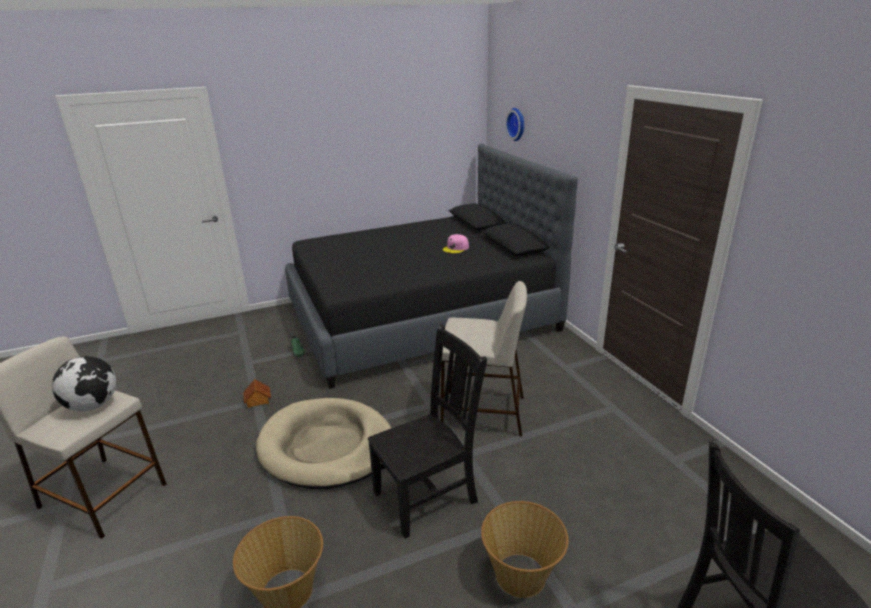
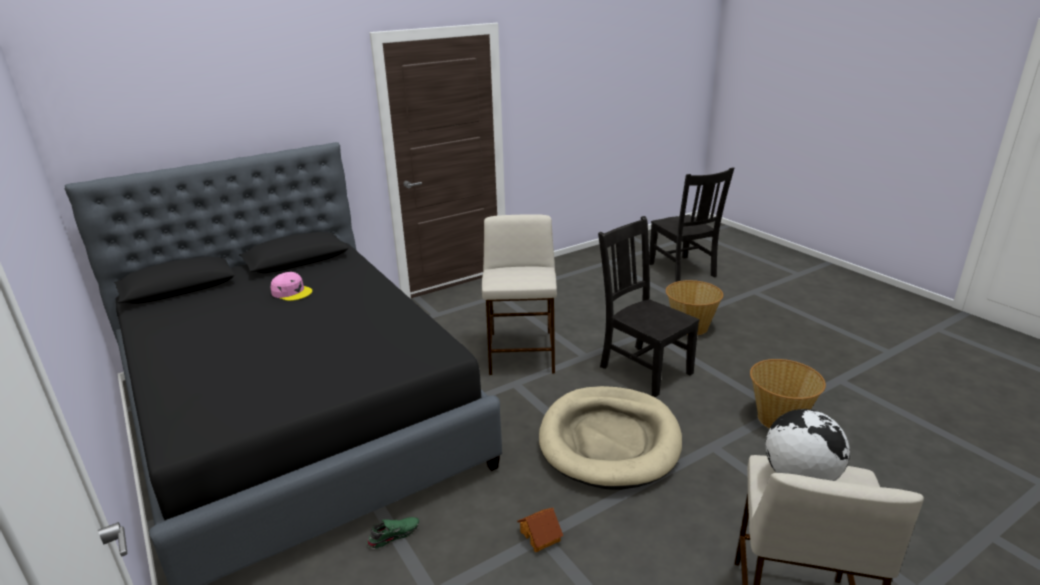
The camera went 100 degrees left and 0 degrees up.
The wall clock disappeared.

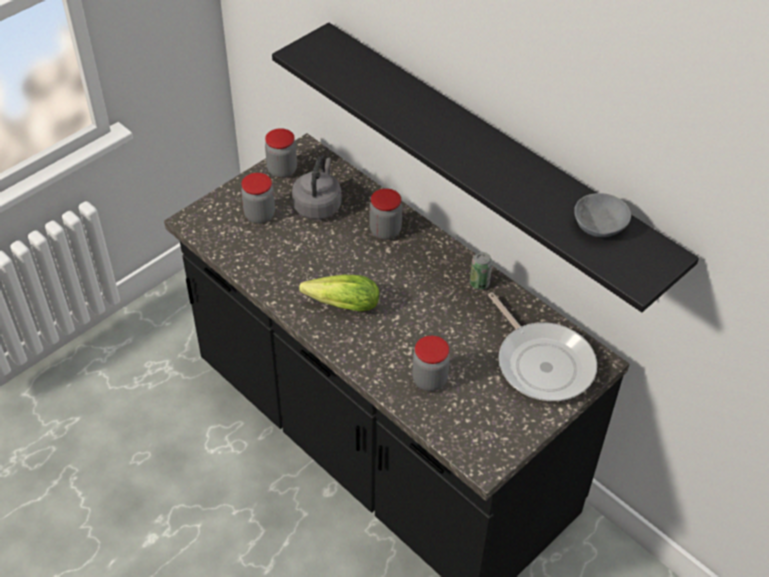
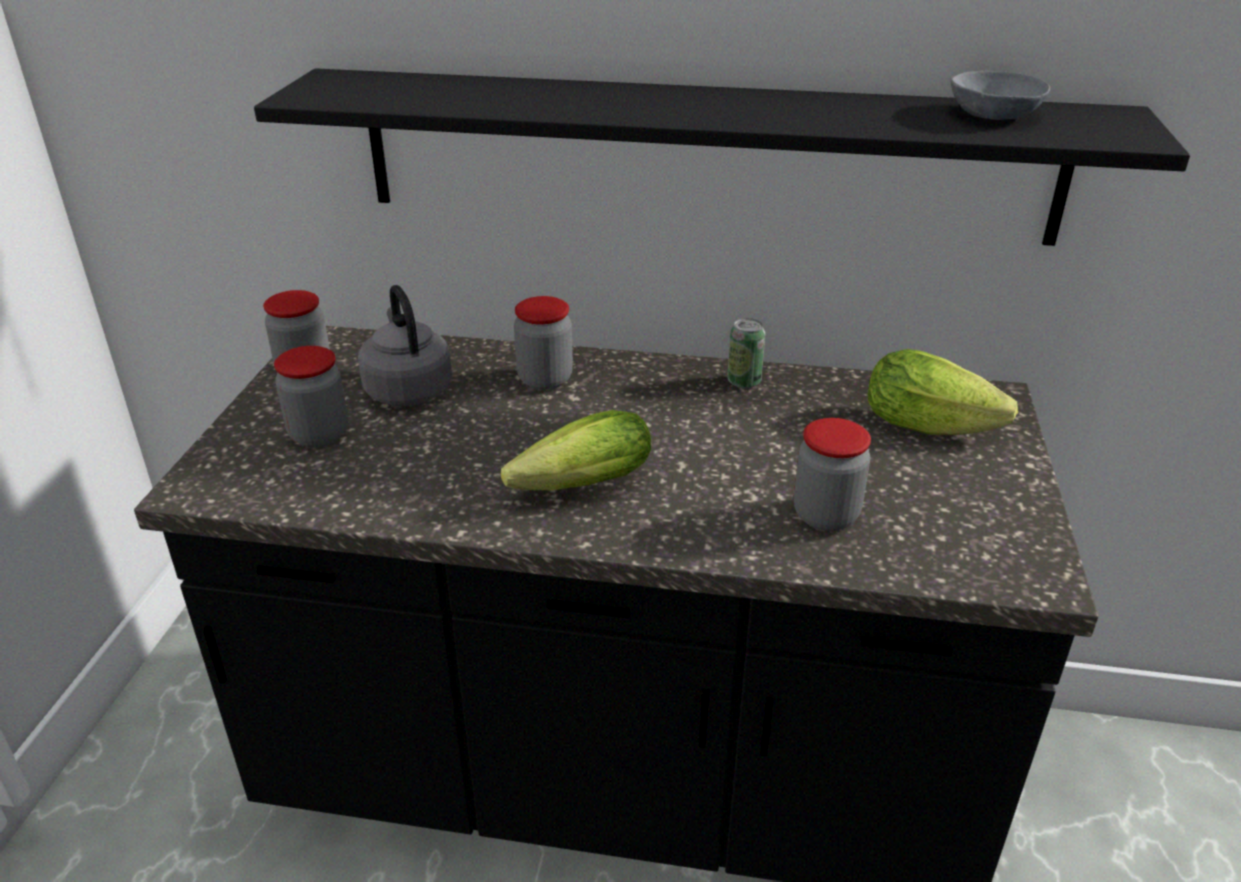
The camera went 35 degrees left and 15 degrees down.
The frying pan was replaced by the lettuce (no. 2 from left).

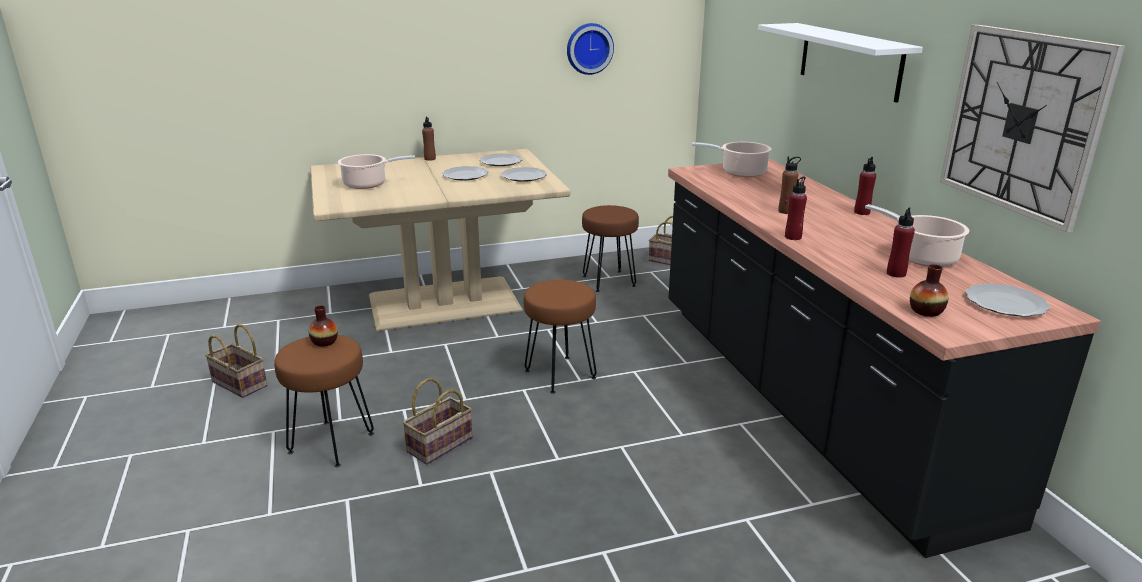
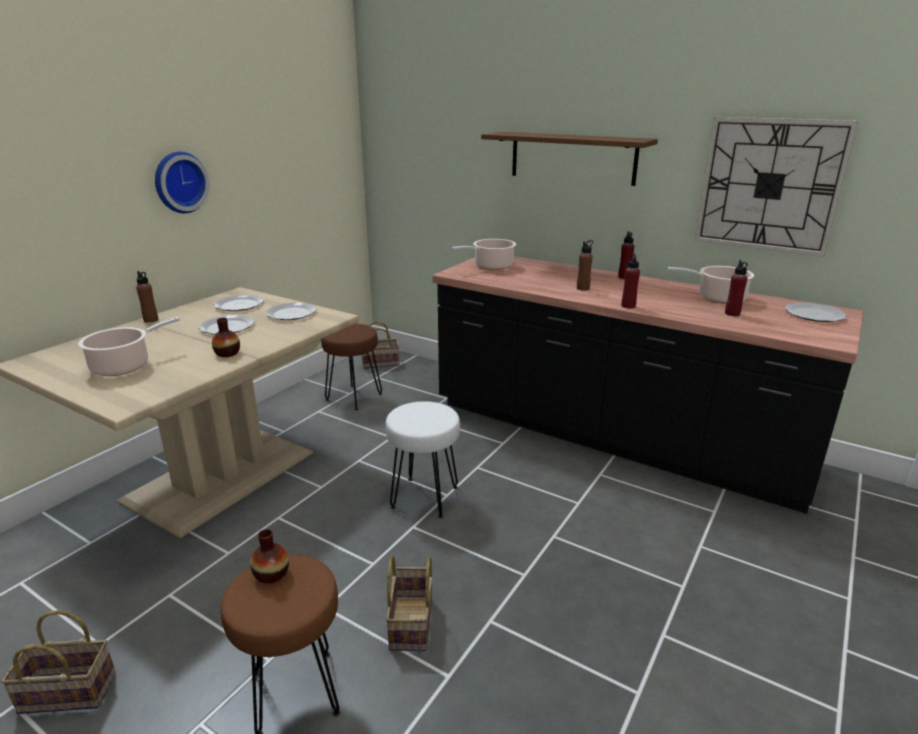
The camera went 40 degrees left and 0 degrees up.
The stool/brown (no. 2 from left) became the stool/white.
The wall clock (no. 1 from left) moved.
The shelf/white became the shelf/brown.
The vase (no. 2 from left in the first image) moved.

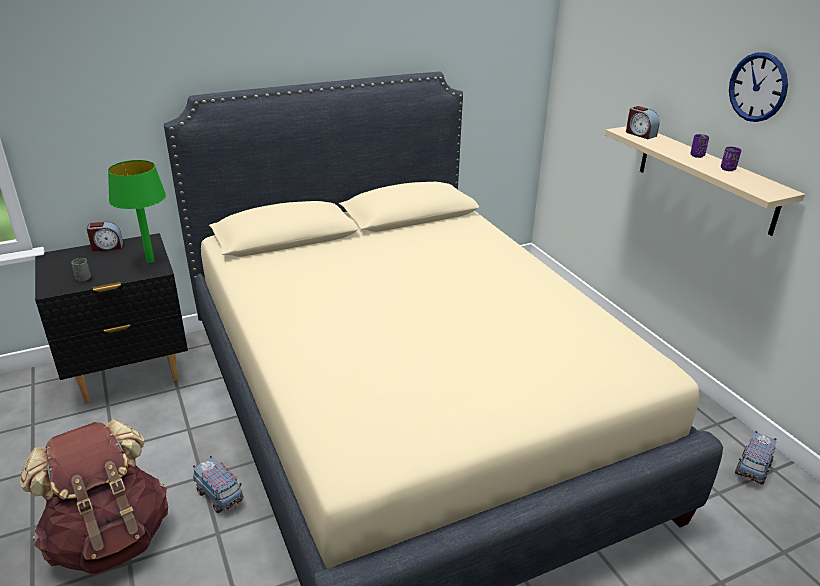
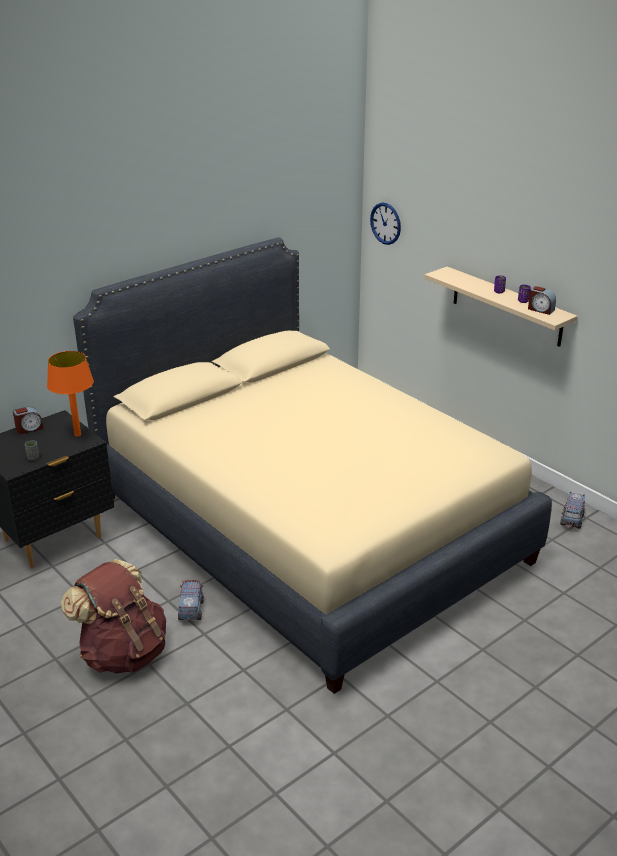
The camera went 15 degrees left and 0 degrees up.
The table lamp/green became the table lamp/orange.
The toy truck (no. 1 from left) turned 120 degrees counterclockwise.
The alarm clock (no. 2 from left) moved.
The wall clock moved.

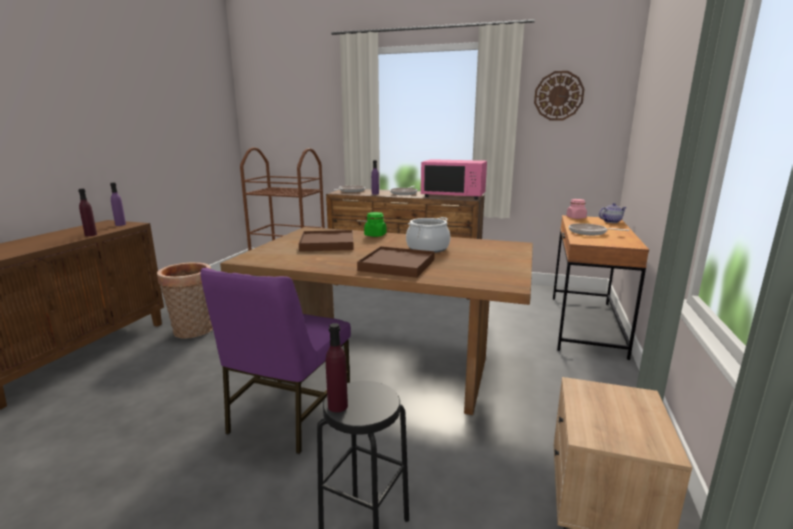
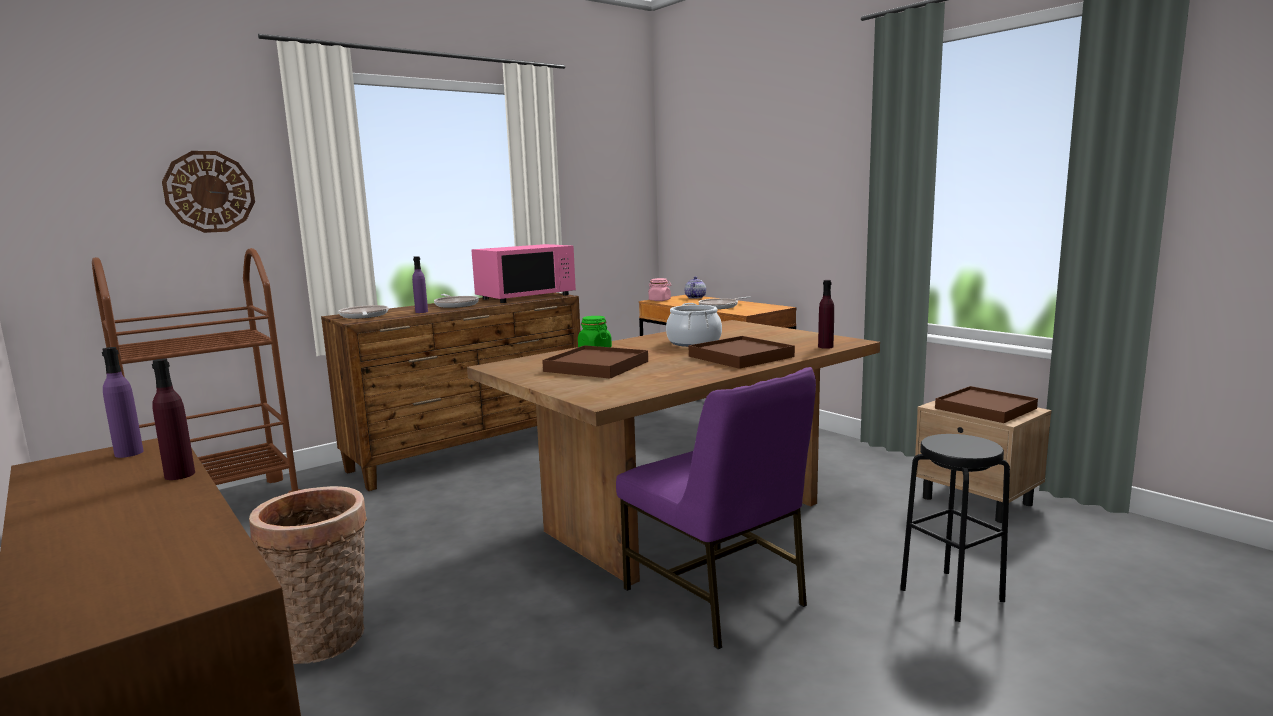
The camera went 55 degrees left and 5 degrees down.
The bottle/purple (no. 3 from left in the first image) moved.
The wall clock moved.
The tray/brown (no. 3 from left) appeared.

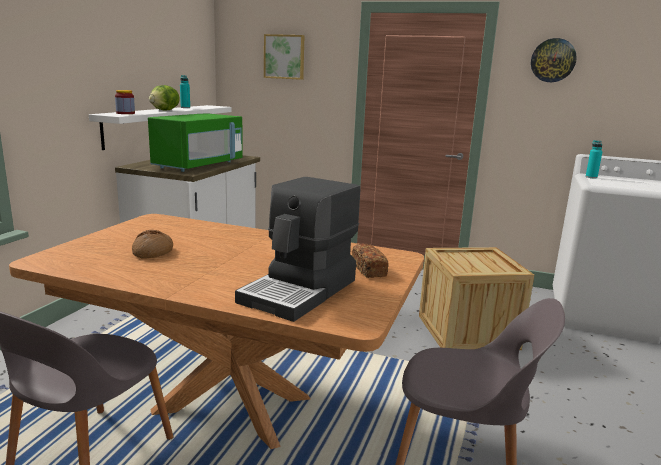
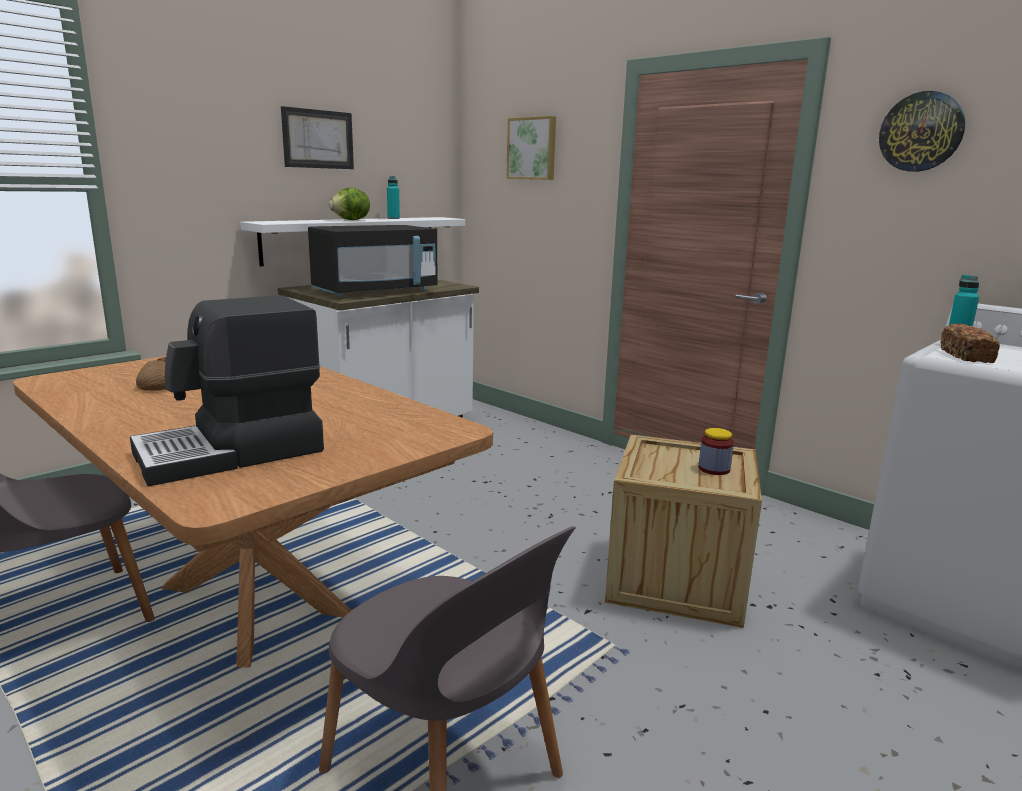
The camera went 25 degrees right and 0 degrees up.
The jar moved.
The microwave/green became the microwave/black.
The bread (no. 2 from left) moved.
The picture (no. 1 from left) appeared.

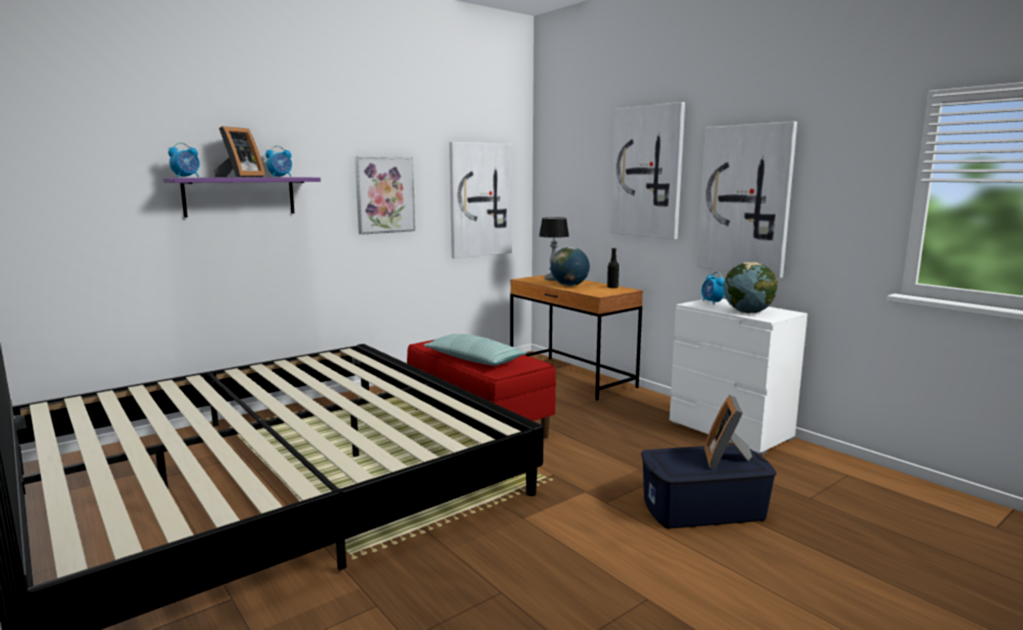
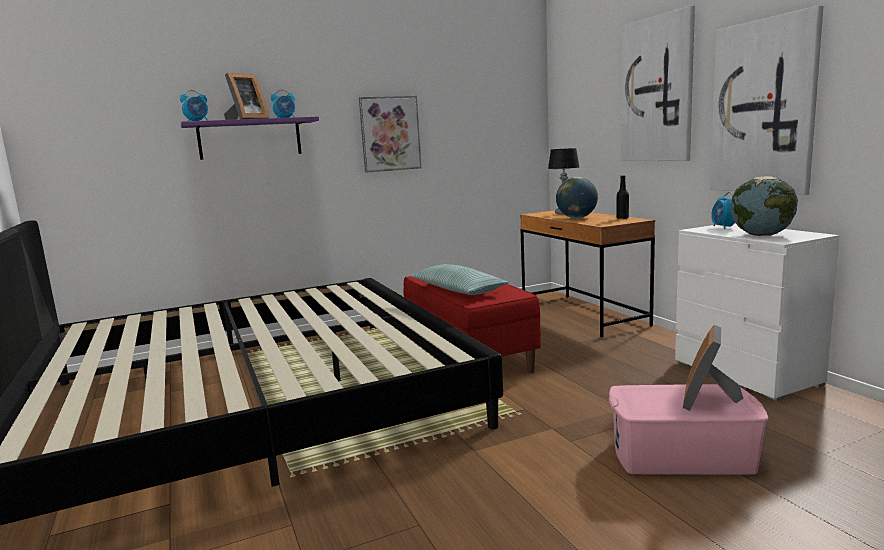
The camera went 15 degrees right and 0 degrees up.
The picture (no. 2 from left) disappeared.
The storage box/blue became the storage box/pink.

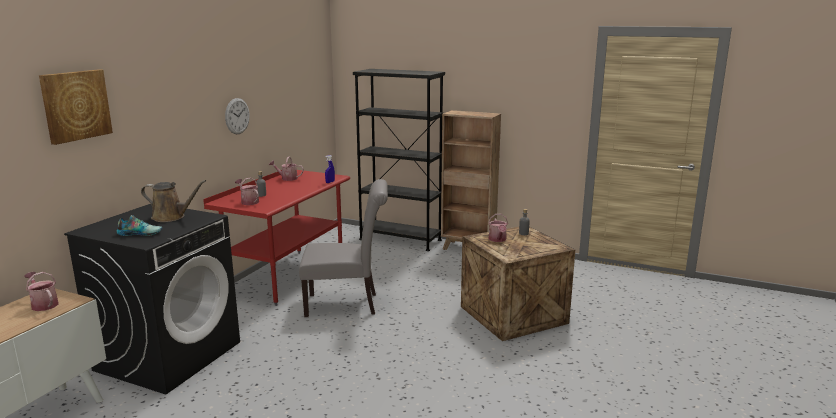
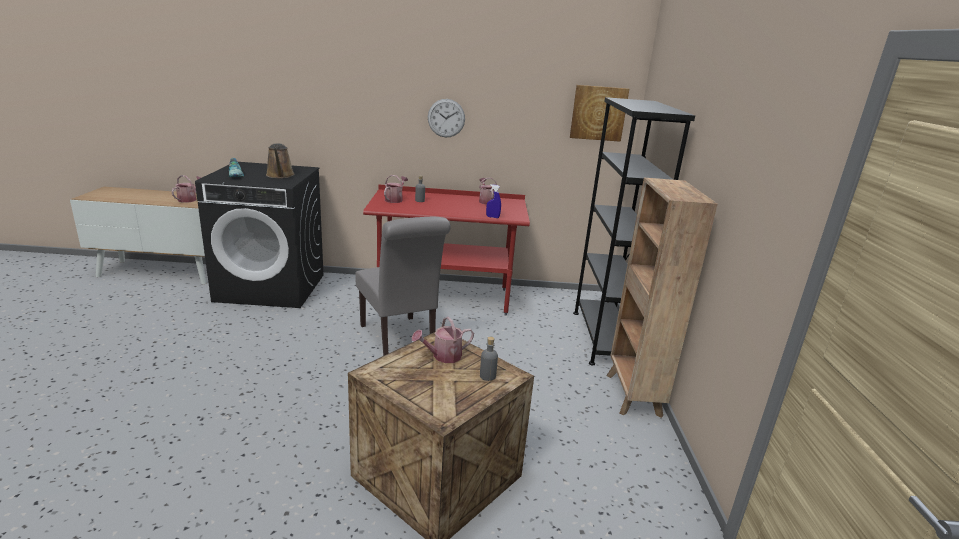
The camera went 65 degrees right and 5 degrees up.
The picture moved.

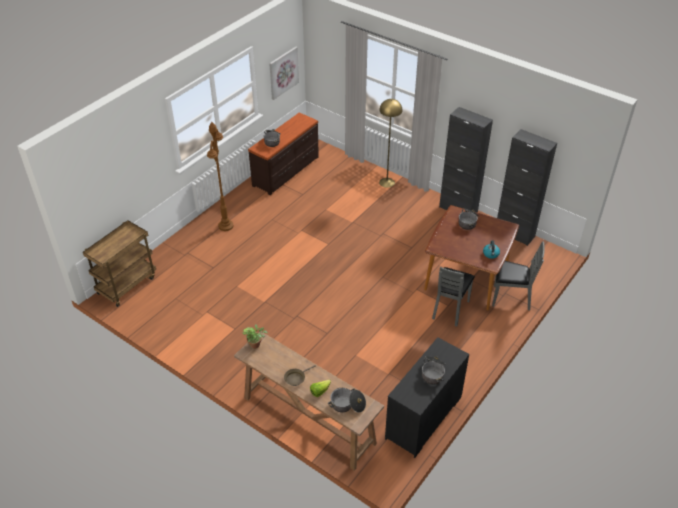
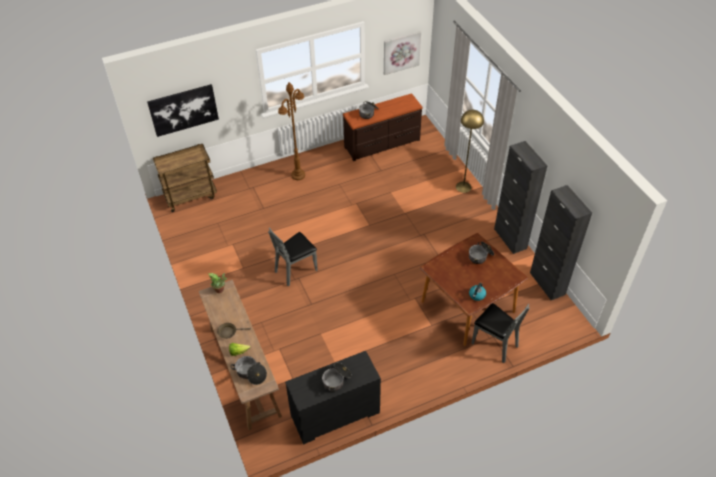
The camera went 30 degrees right and 5 degrees up.
The chair/grey (no. 1 from left) moved.
The picture (no. 1 from left) appeared.

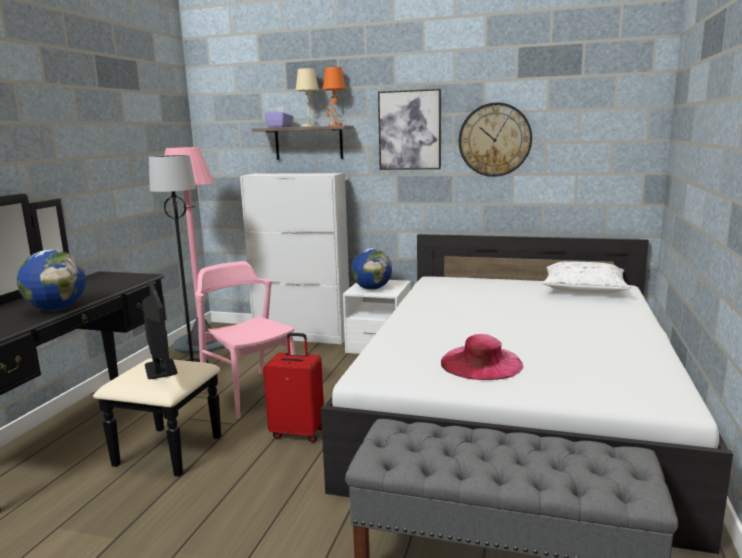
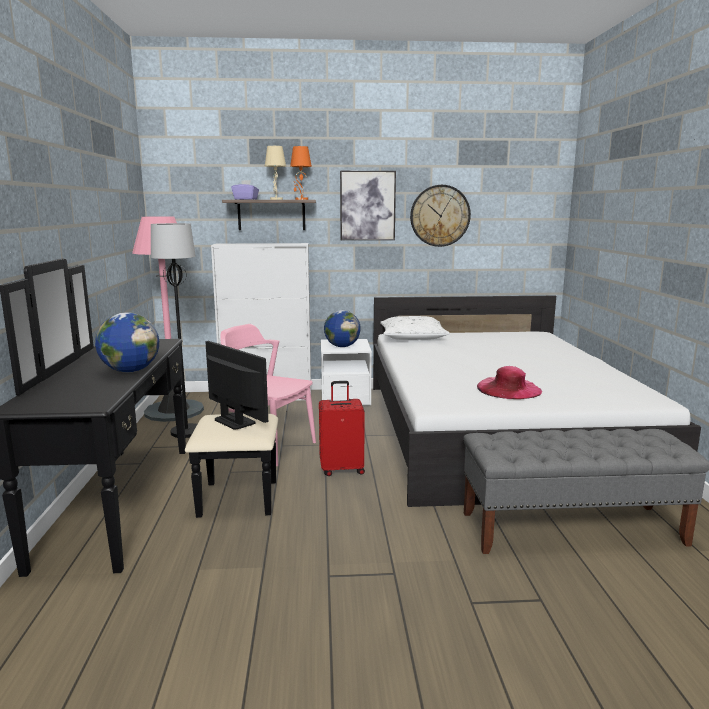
The camera went 20 degrees left and 0 degrees up.
The pillow/white moved.

